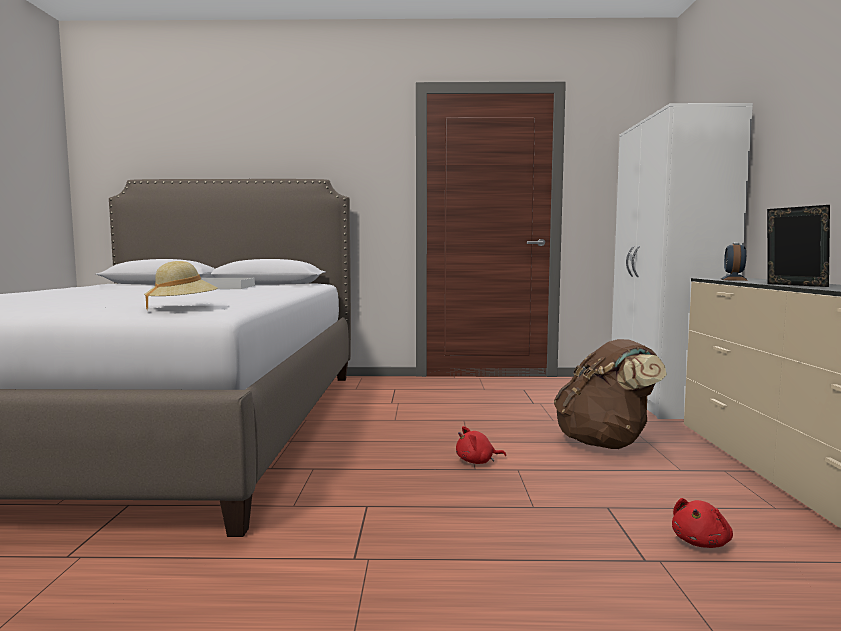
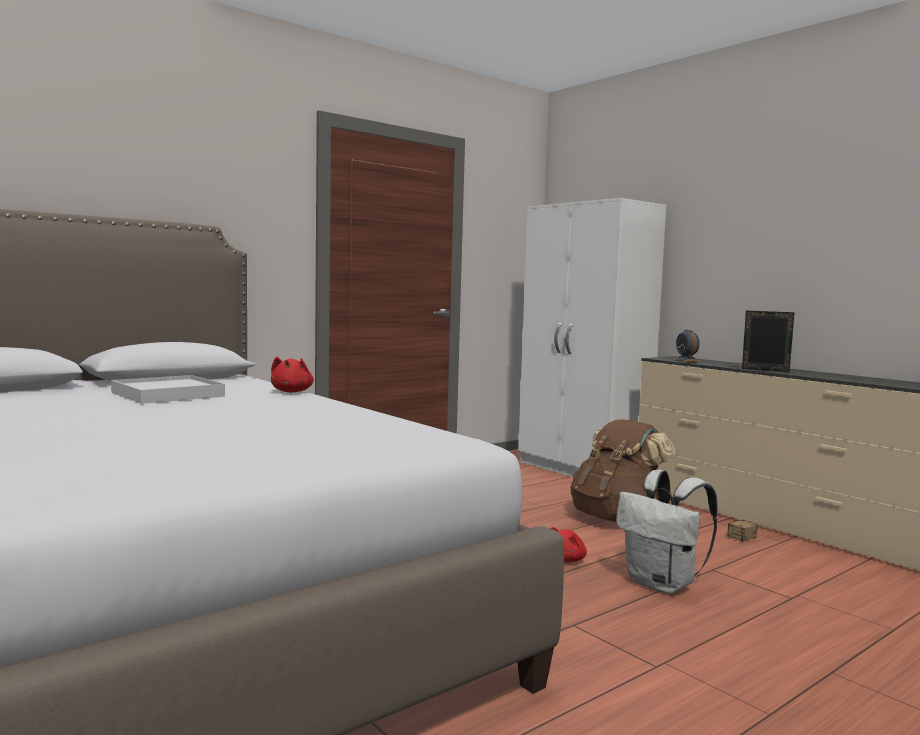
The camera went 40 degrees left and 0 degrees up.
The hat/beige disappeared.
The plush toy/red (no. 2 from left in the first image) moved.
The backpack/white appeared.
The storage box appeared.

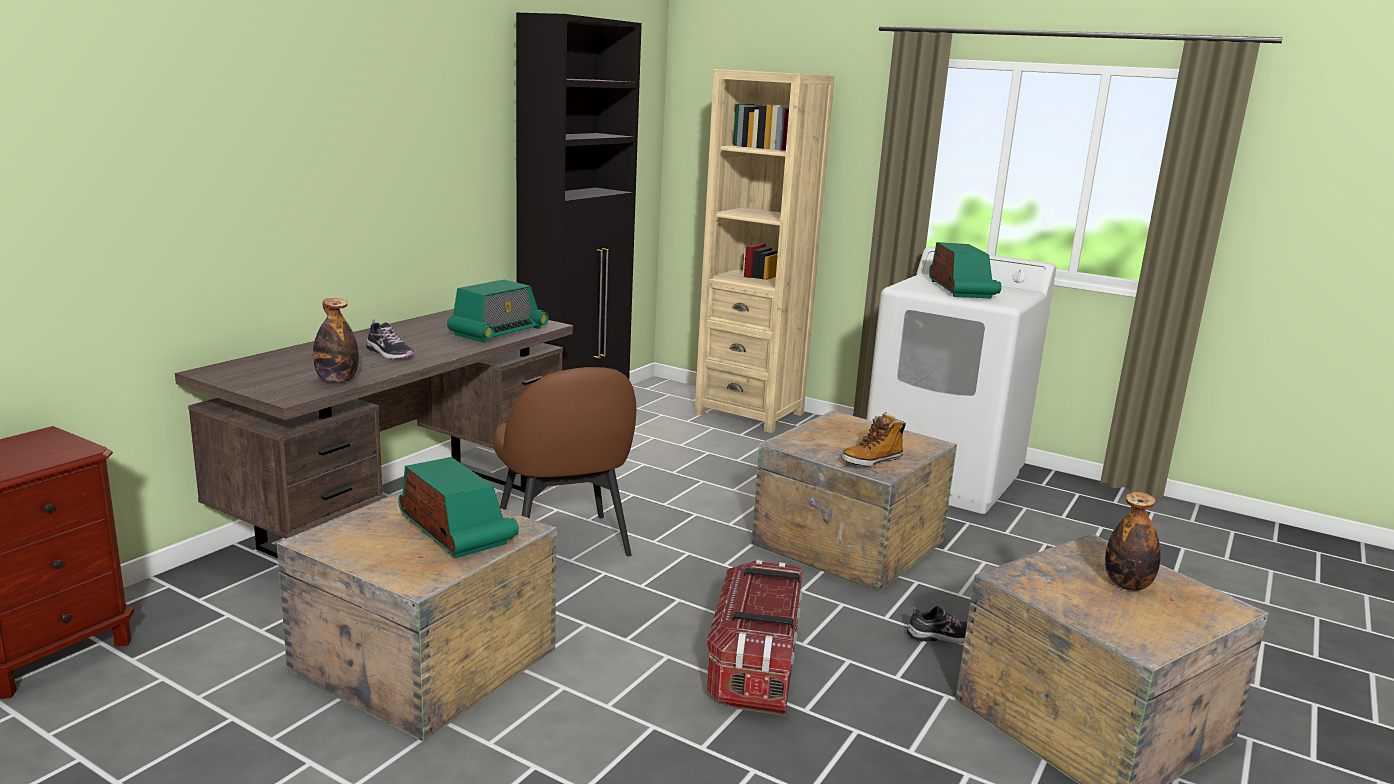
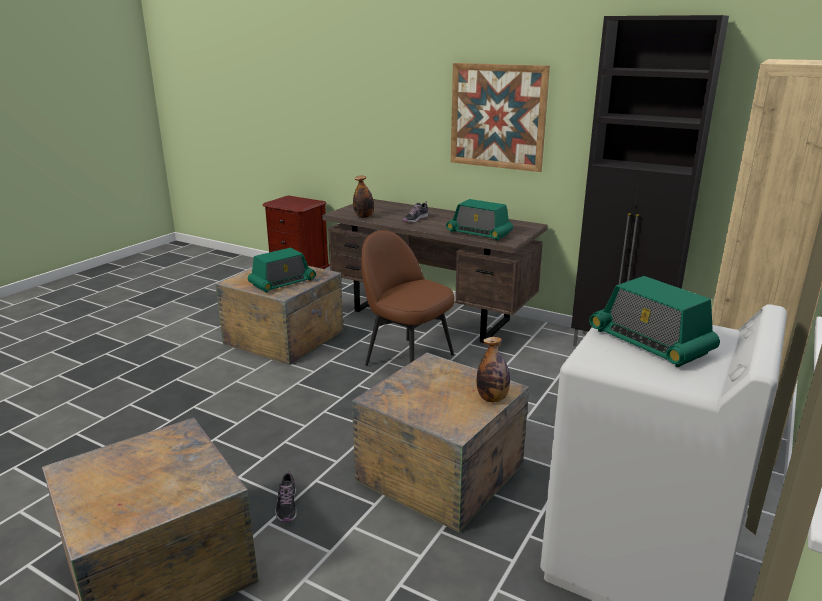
The camera went 90 degrees right and 5 degrees up.
The chair/brown turned 60 degrees clockwise.
The storage box disappeared.
The boot disappeared.
The radio (no. 3 from left) turned 60 degrees clockwise.
The bottle (no. 2 from left) moved.
The picture appeared.

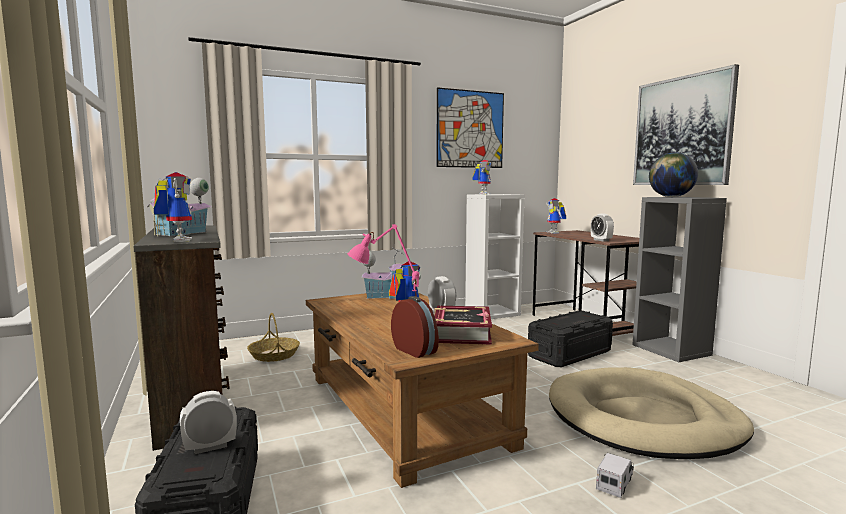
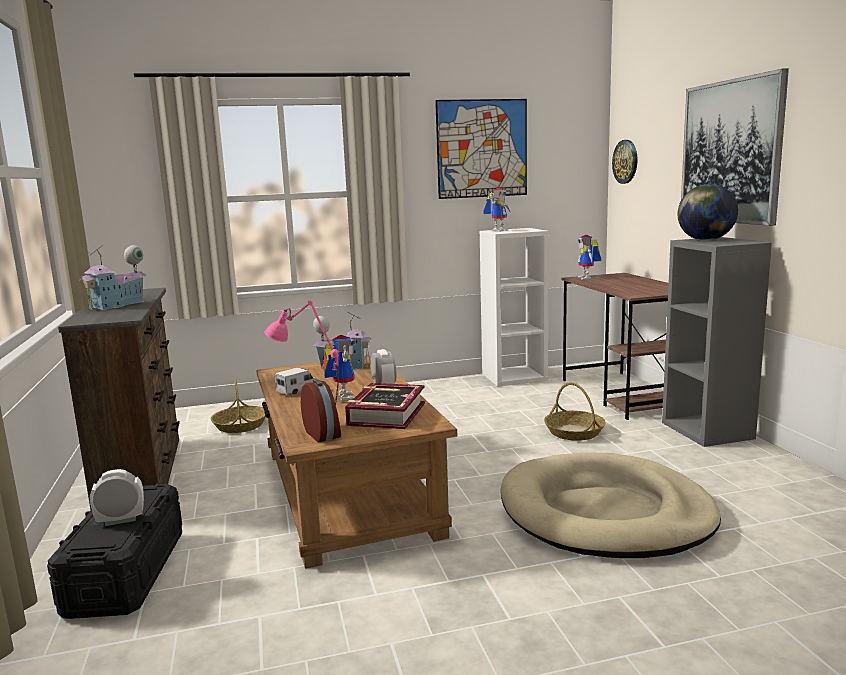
The camera went 10 degrees right and 5 degrees up.
The toy robot (no. 1 from left) disappeared.
The storage box/black (no. 2 from left) was replaced by the basket (no. 2 from left).
The alarm clock (no. 4 from left) disappeared.
The toy truck moved.
The wall clock appeared.

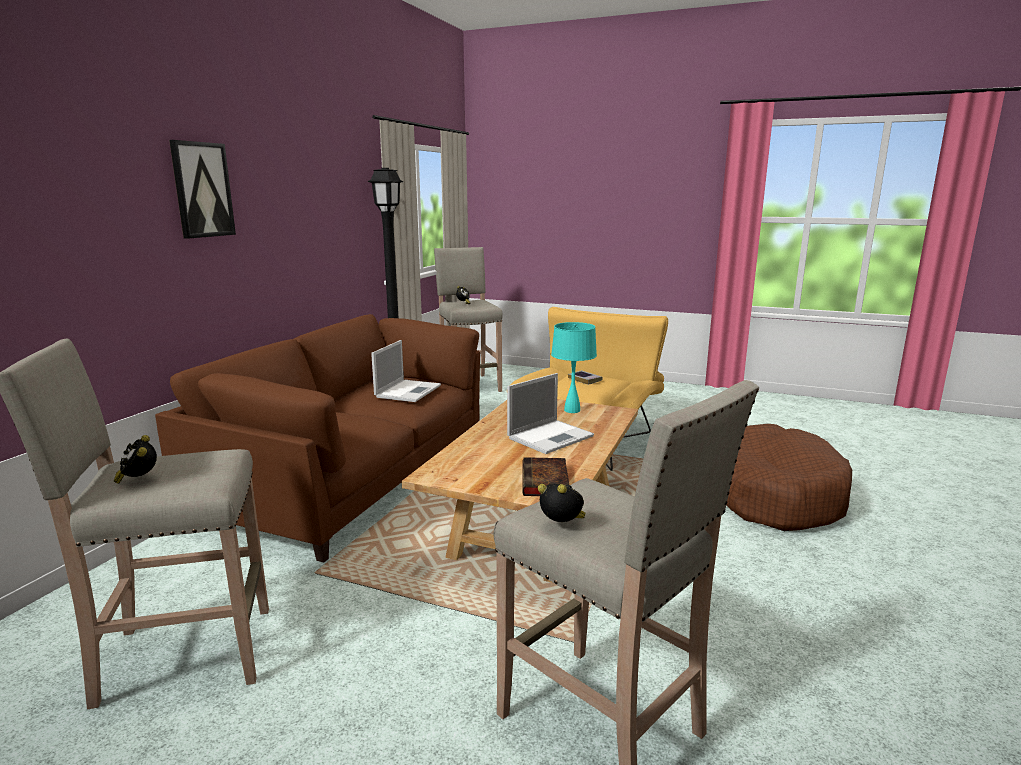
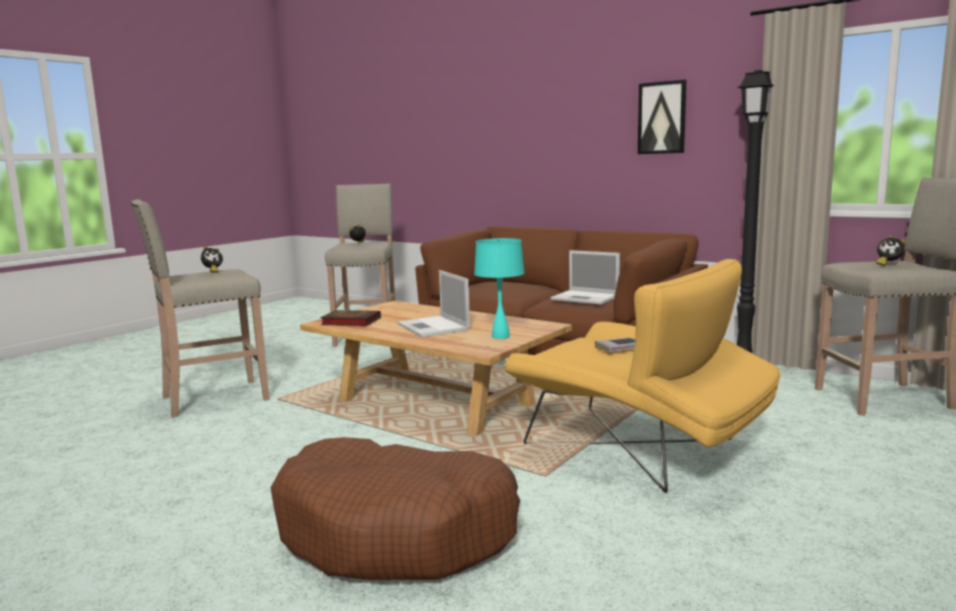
The camera went 105 degrees right and 5 degrees down.
The picture moved.

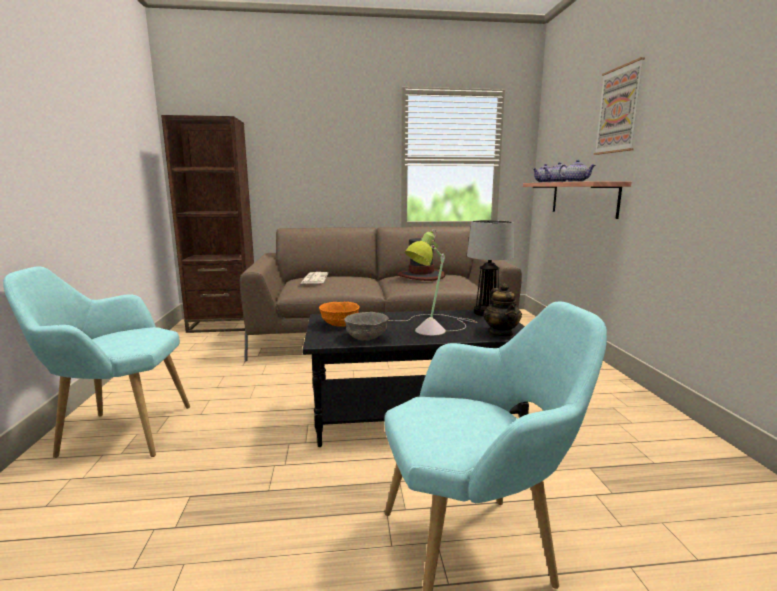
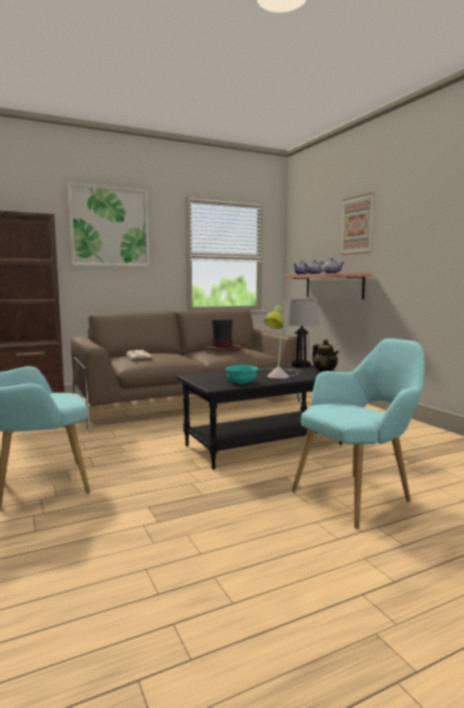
The camera went 20 degrees left and 5 degrees down.
The bowl/orange disappeared.
The bowl/grey became the bowl/turquoise.
The picture (no. 1 from left) appeared.

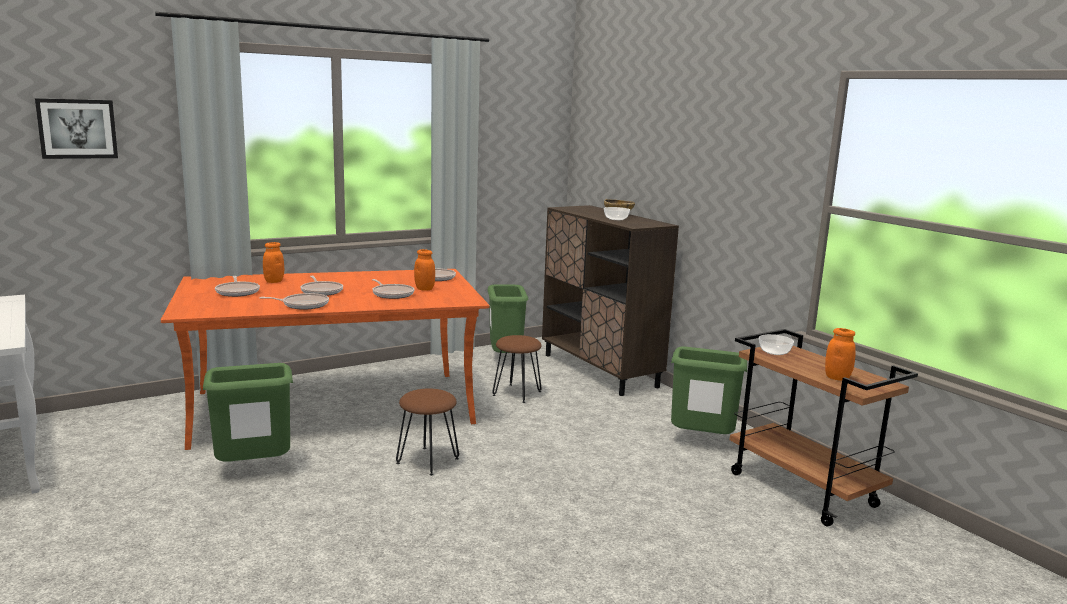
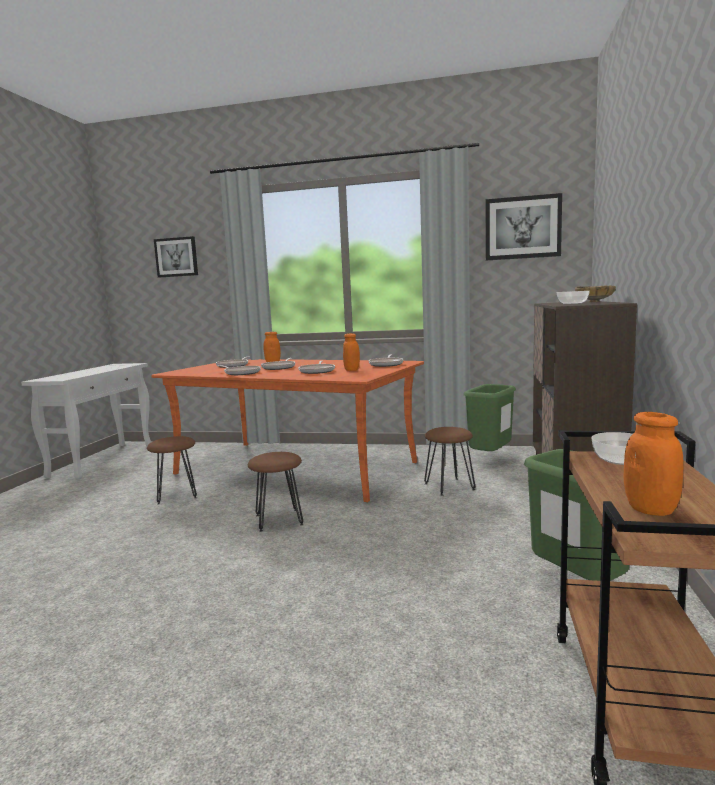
The camera went 45 degrees right and 5 degrees down.
The trash can/green (no. 1 from left) was replaced by the stool/brown (no. 1 from left).
The picture (no. 2 from left) appeared.

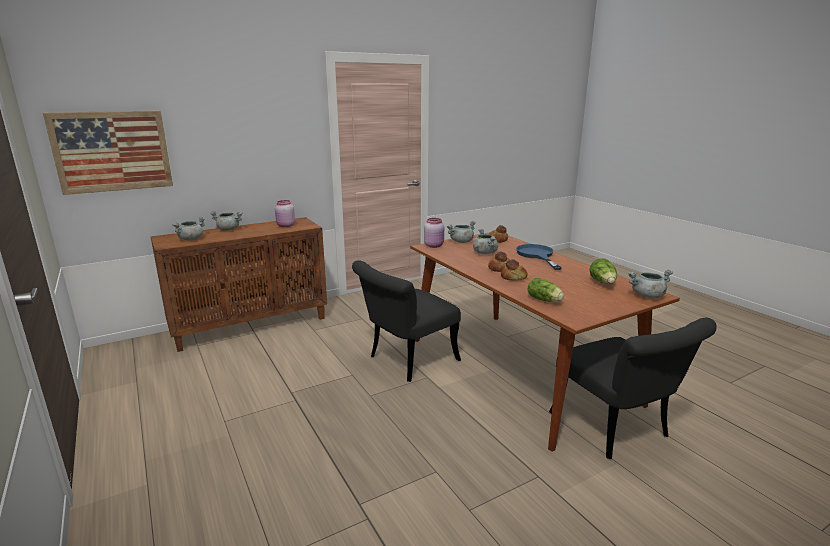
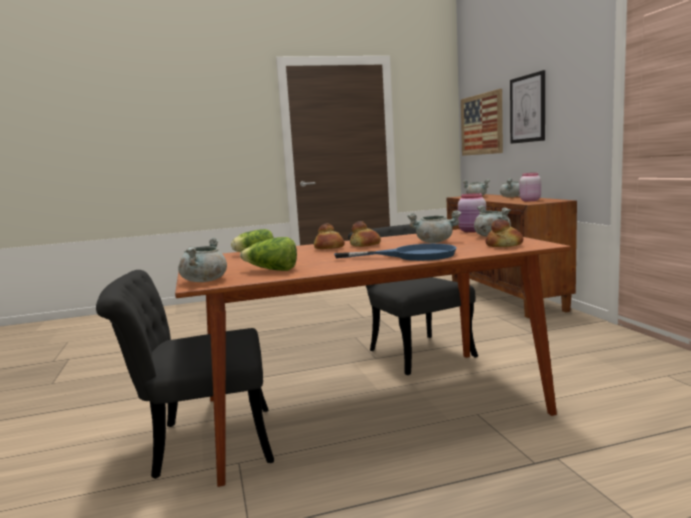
The camera went 105 degrees right and 10 degrees down.
The picture (no. 2 from left) appeared.

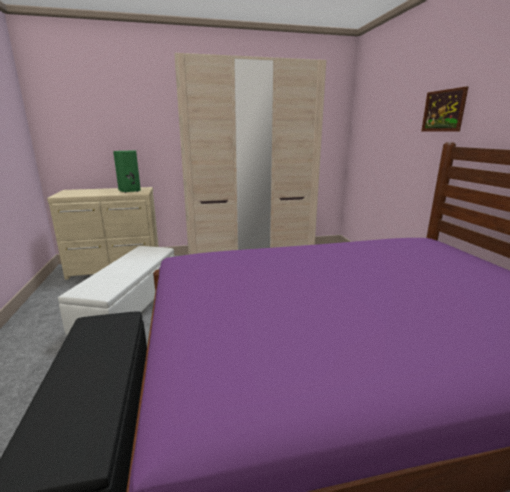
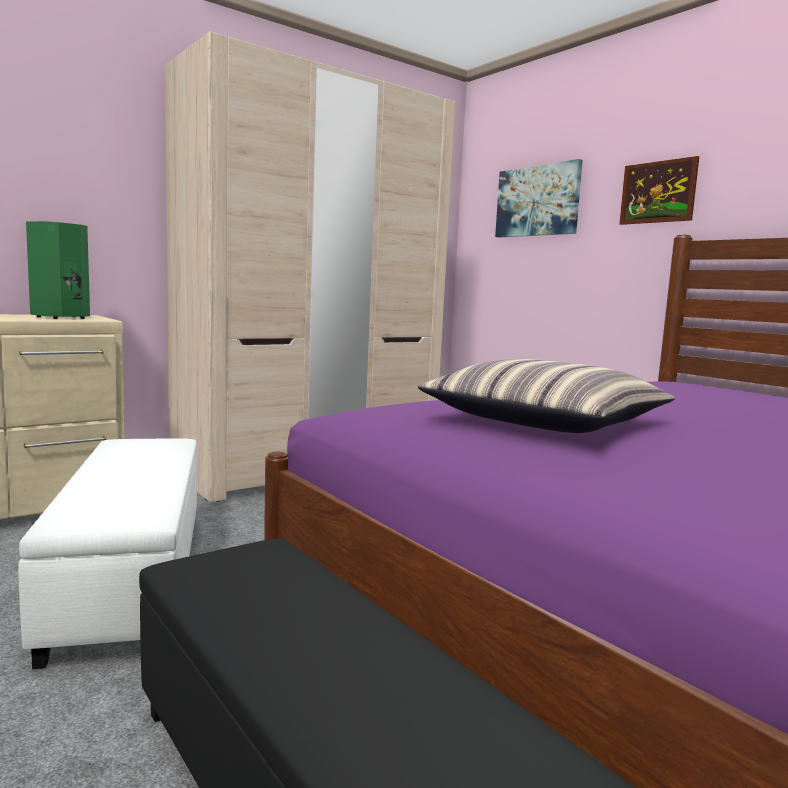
The camera went 25 degrees left and 10 degrees down.
The pillow appeared.
The picture (no. 1 from left) appeared.

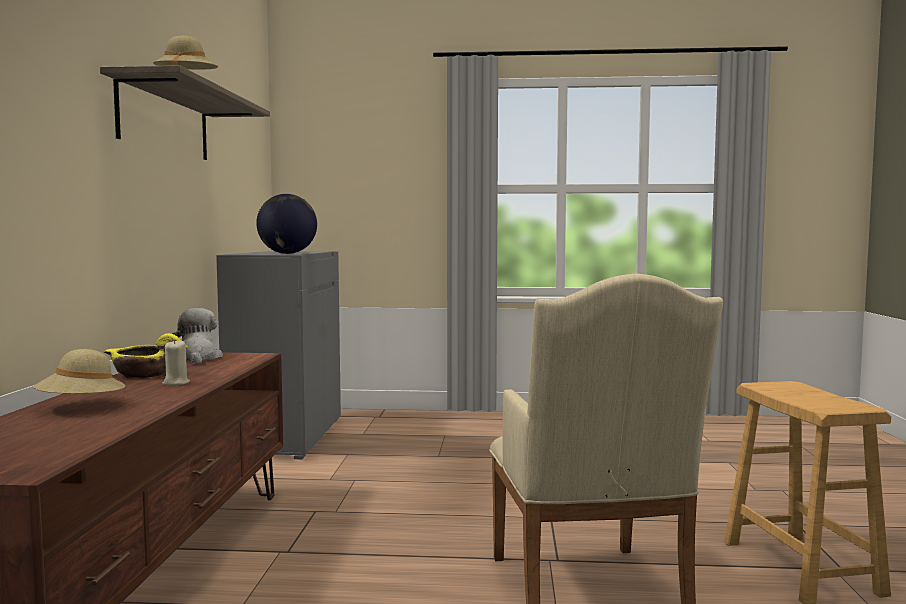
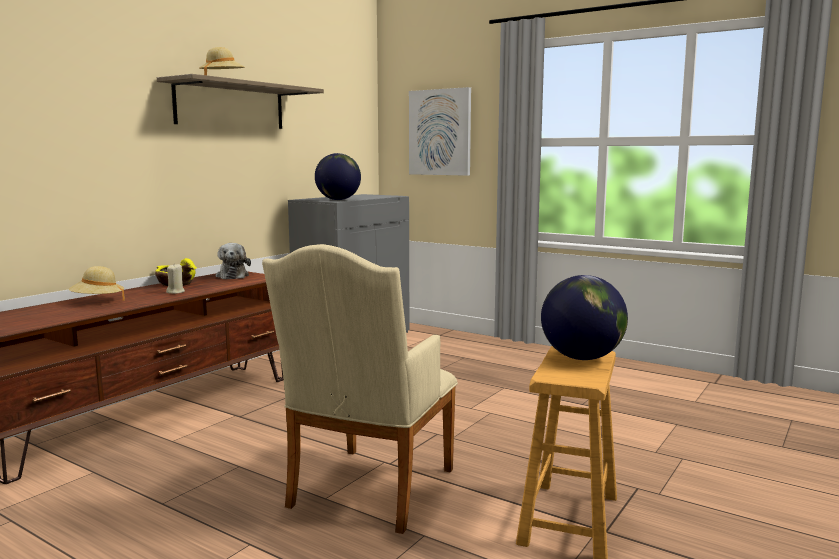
The camera went 30 degrees right and 5 degrees up.
The plush toy turned 150 degrees clockwise.
The picture appeared.
The globe (no. 2 from left) appeared.

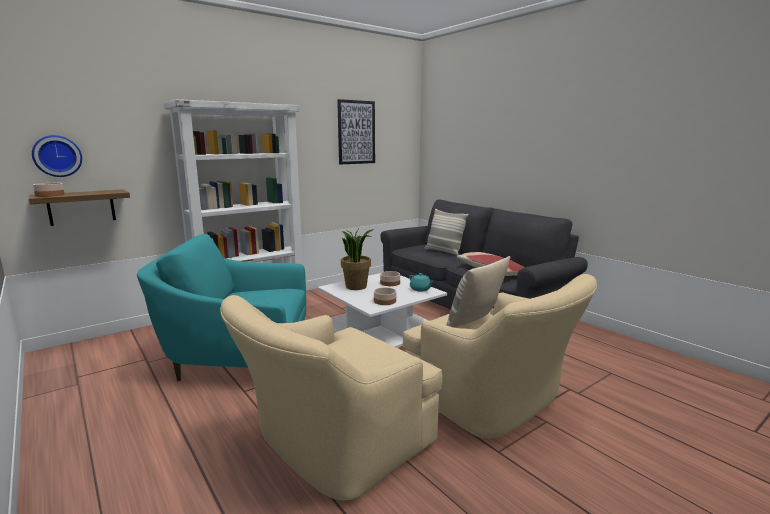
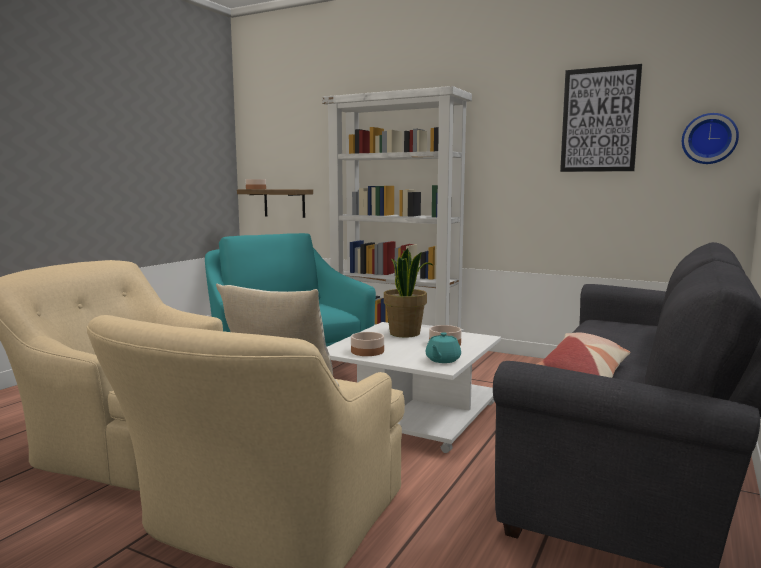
The camera went 65 degrees right and 5 degrees down.
The wall clock moved.
The pillow (no. 1 from left) disappeared.

